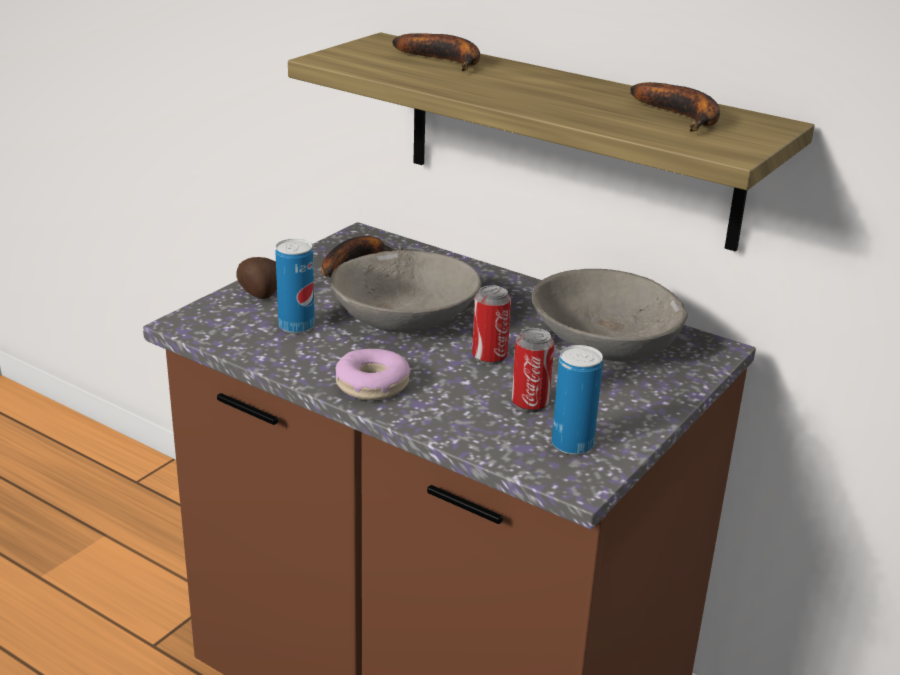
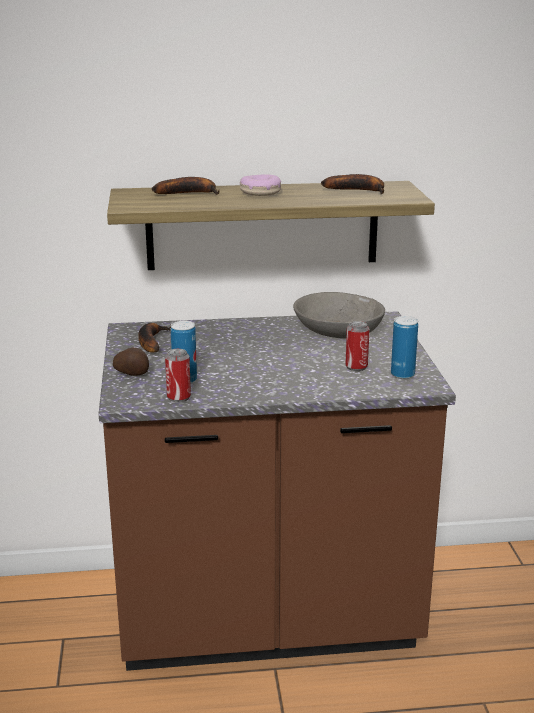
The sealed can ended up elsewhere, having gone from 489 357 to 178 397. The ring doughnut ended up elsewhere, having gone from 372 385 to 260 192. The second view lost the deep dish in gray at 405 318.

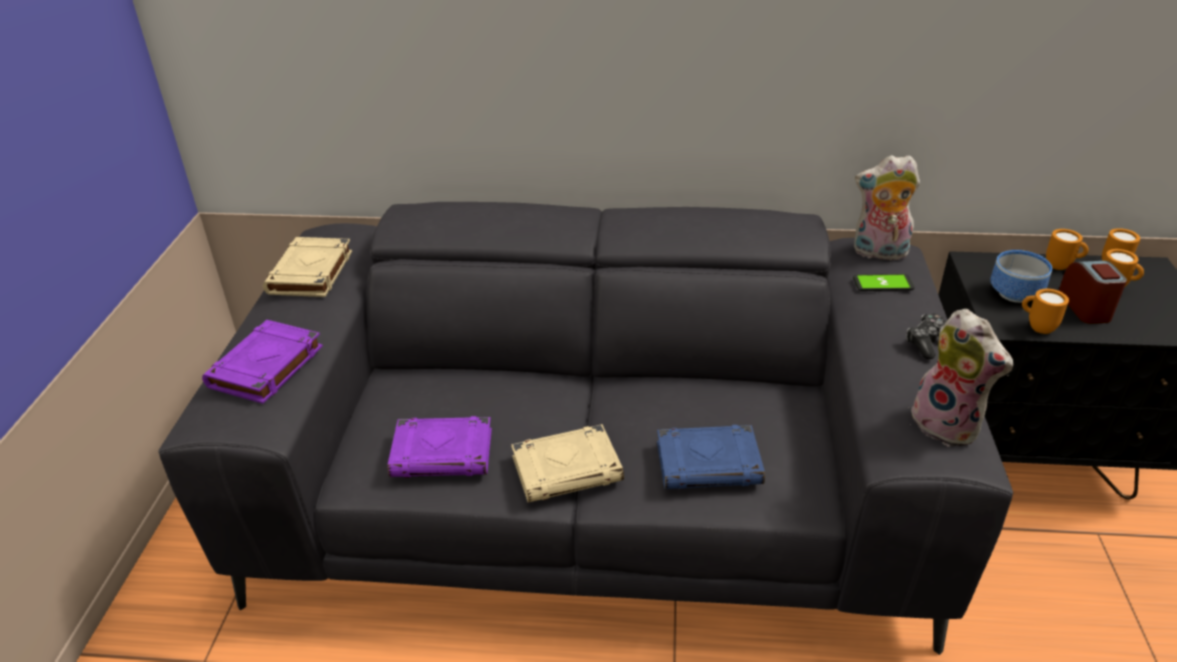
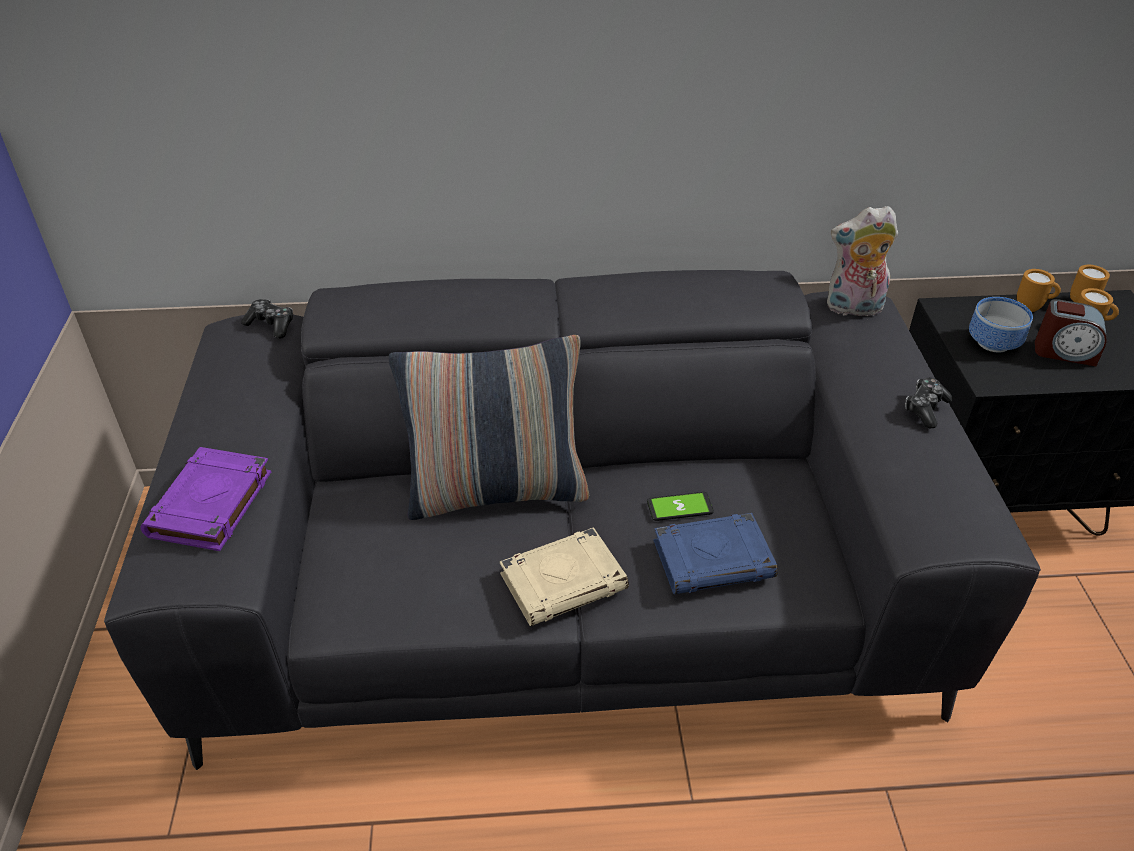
The second view gained the game controller at 271 325. The second view gained the pillow at 497 491. The telephone ended up elsewhere, having gone from 883 284 to 679 507. The alarm clock at 1085 307 ended up facing another way, 120 degrees clockwise from before. The second view lost the book in sand-coloured at 310 273. The second view lost the book in purplish at 443 453. The second view lost the cuddly toy at 949 425. The second view lost the tea mug in orangey at 1036 327.

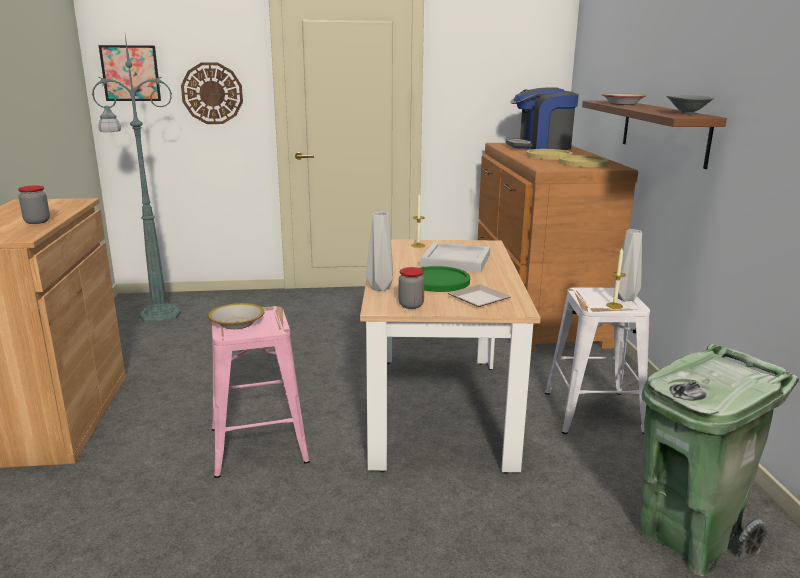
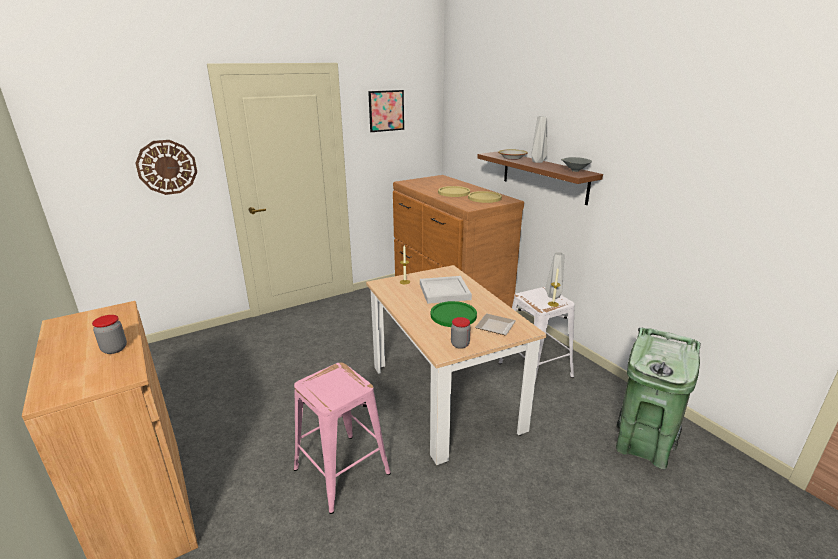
The wall picture ended up elsewhere, having gone from 130 73 to 386 111. The flower vase in gray ended up elsewhere, having gone from 381 288 to 538 161. The second view lost the standard lamp in greenish at 157 315. The second view lost the deep dish at 237 323. The second view lost the coffee brewer at 540 147.

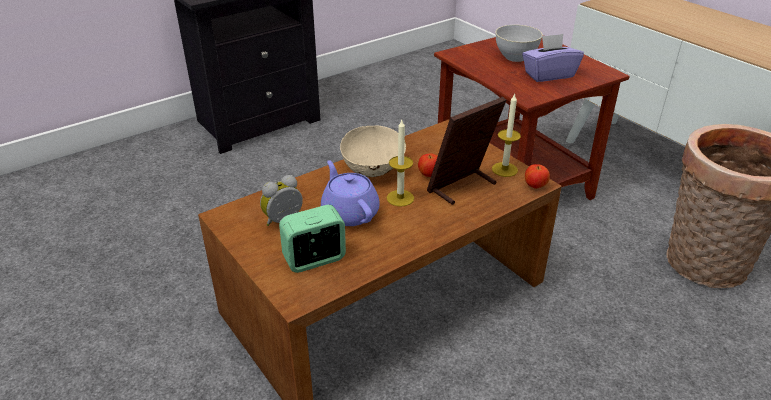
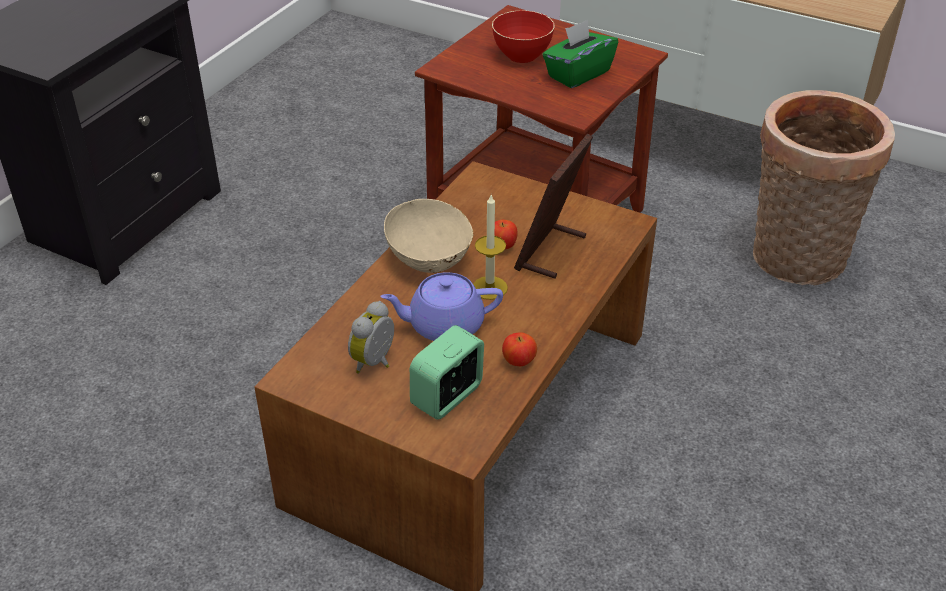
The pot for tea in purplish at 349 213 ended up facing another way, 45 degrees counterclockwise from before. What was the deep dish in gray at 515 57 turned into the deep dish in red-coloured at 522 56. The whole apple ended up elsewhere, having gone from 535 186 to 519 362. What was the tissue box in purplish at 548 75 turned into the tissue box in greenish at 578 74. The second view lost the wax light at 504 169.

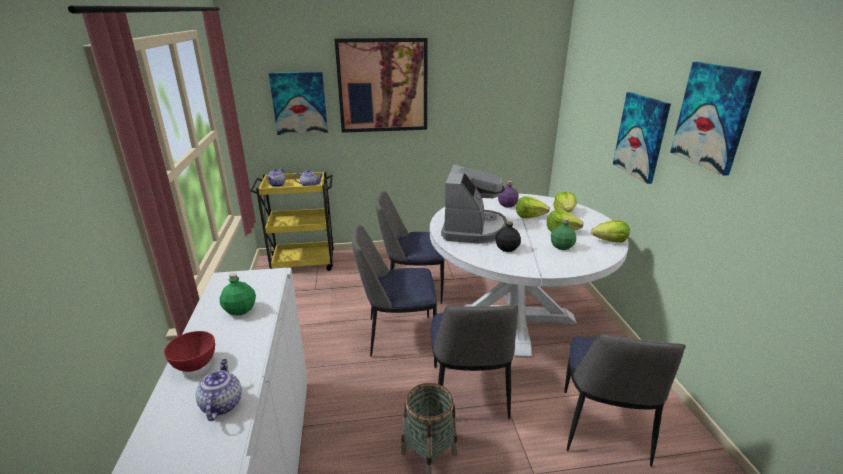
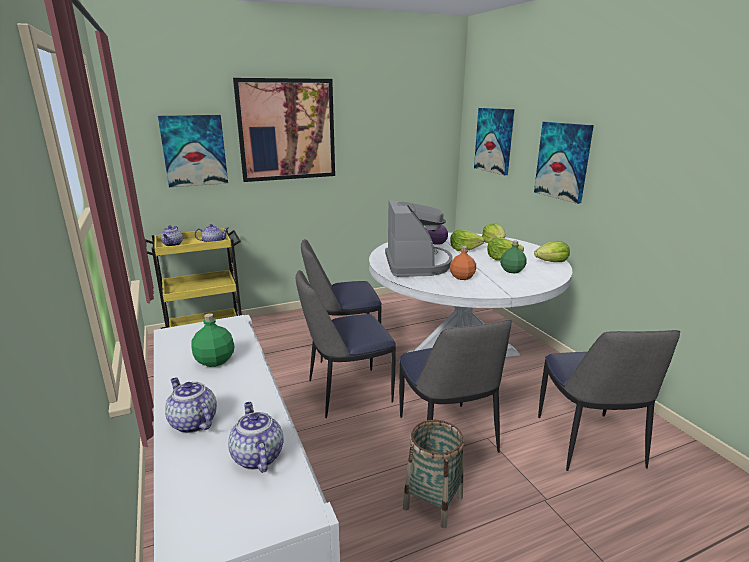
Where the deep dish in red-coloured stood at 194 364, the pot for tea came to stand at 192 422. What was the beverage bottle in black-coloured at 507 248 turned into the beverage bottle in orangey at 462 277. The wall picture ended up elsewhere, having gone from 713 116 to 494 140.

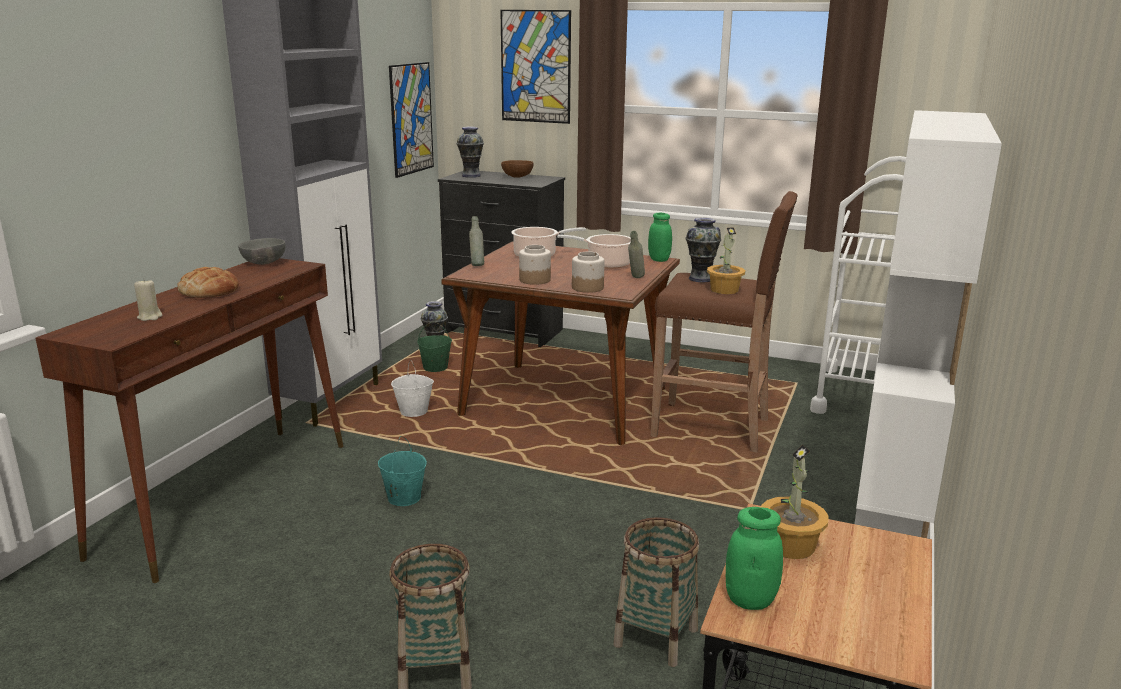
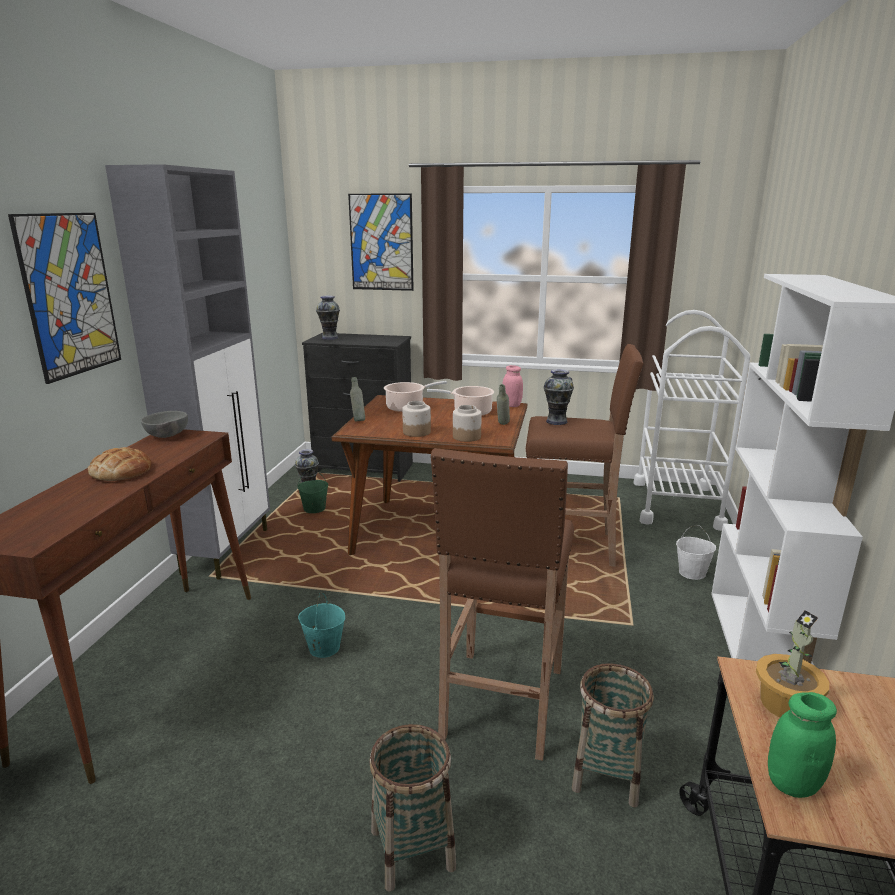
The wall picture ended up elsewhere, having gone from 411 119 to 69 295. The second view gained the stool seat in brownish at 501 704. What was the preserve jar in greenish at 659 260 turned into the preserve jar in pink-coloured at 511 405. The bucket in white-coloured ended up elsewhere, having gone from 414 412 to 692 573. The second view lost the wax light in sand-coloured at 150 317. The second view lost the deep dish in brownish at 516 177. The second view lost the potted plant at 724 290.

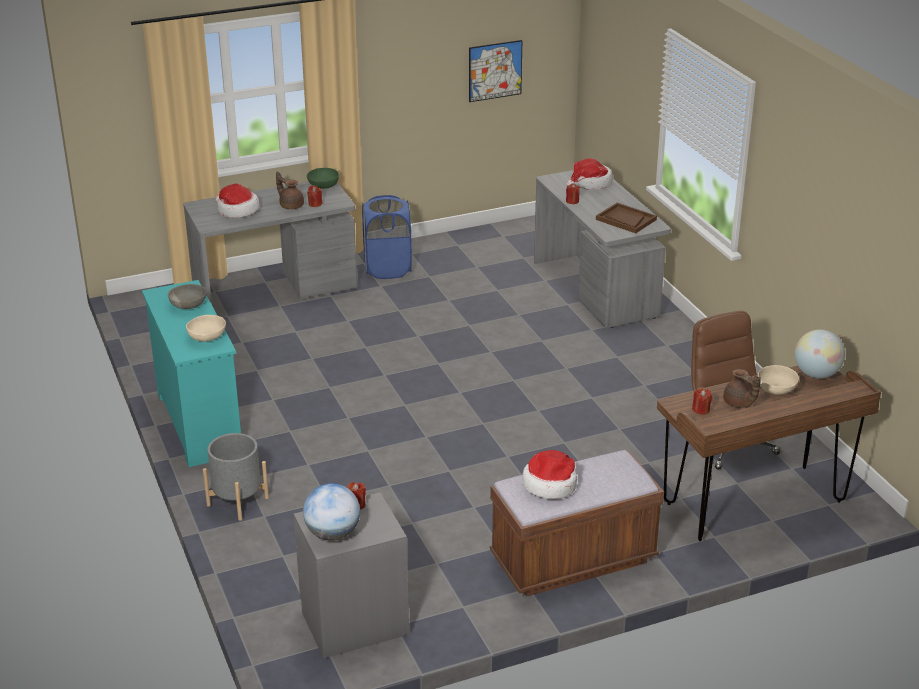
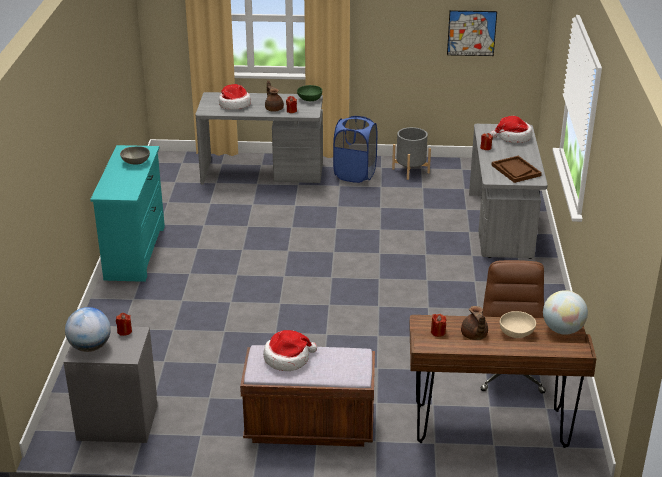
The planter in gray ended up elsewhere, having gone from 238 501 to 410 171. The second view lost the deep dish in sand-coloured at 207 337.

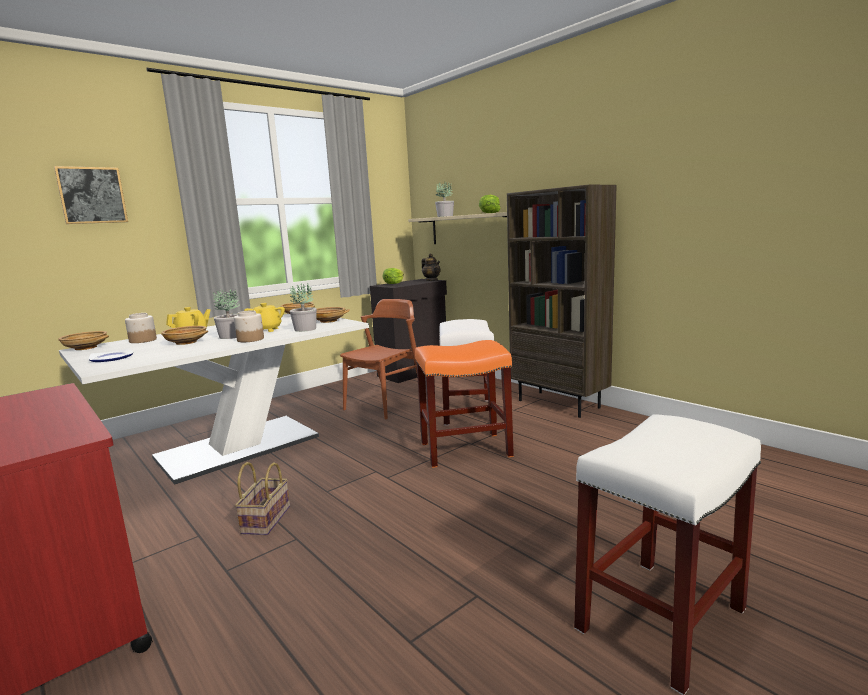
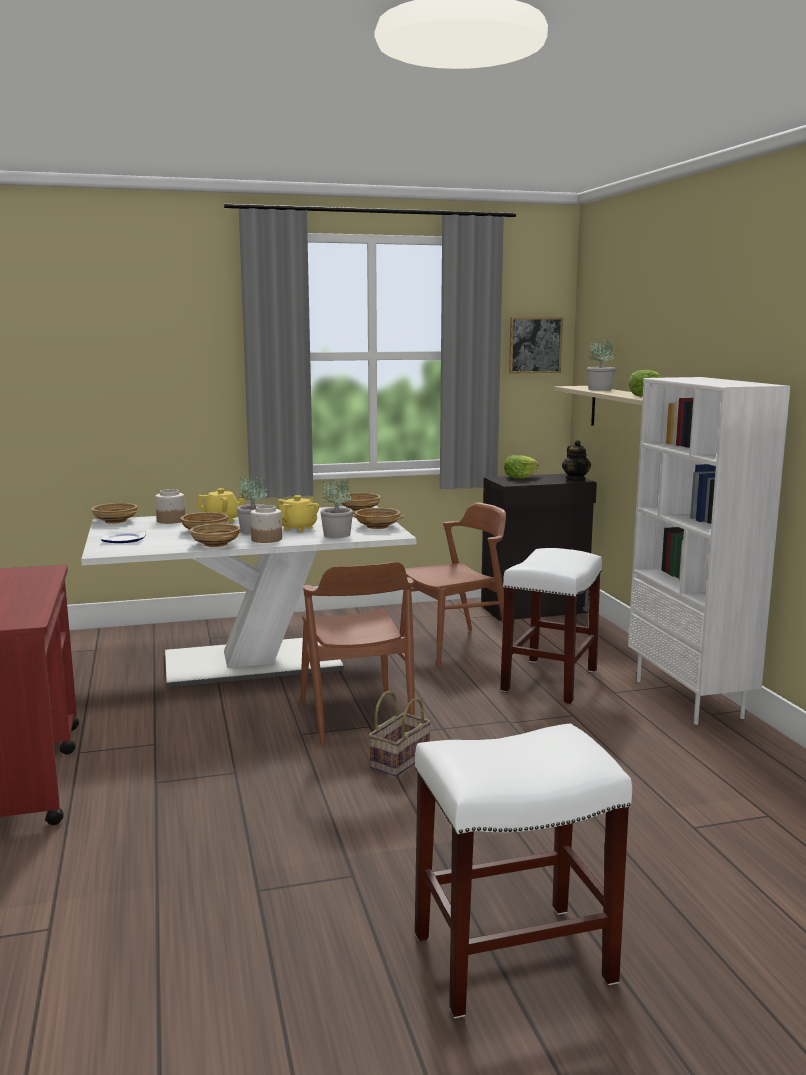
The second view gained the deep dish in sand-coloured at 215 544. The second view gained the plain chair in brownish at 355 717. The household basket ended up elsewhere, having gone from 265 519 to 400 760. The wall picture ended up elsewhere, having gone from 92 195 to 535 345. What was the shelving unit in brownish at 559 404 turned into the shelving unit in white-coloured at 690 699. The second view lost the stool seat in orangey at 466 449.

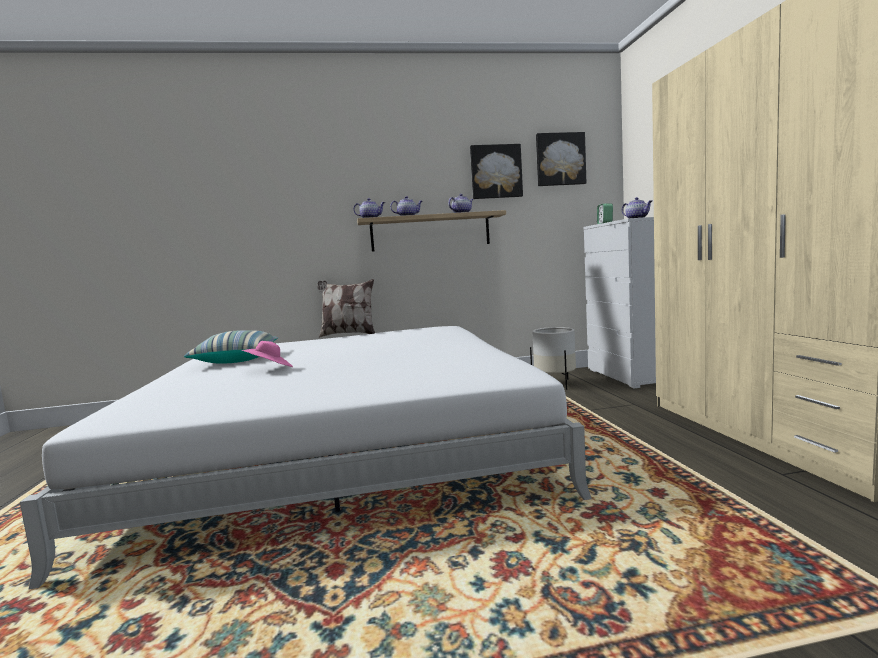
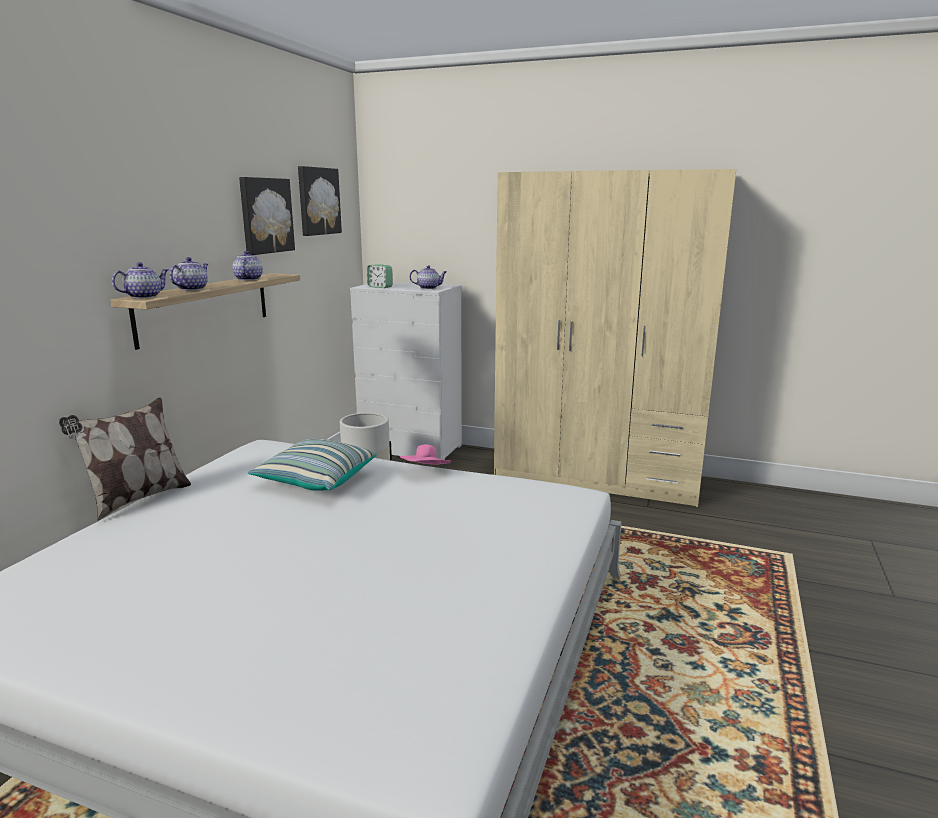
The pillow ended up elsewhere, having gone from 237 360 to 316 480. The wearable hat in pink-coloured ended up elsewhere, having gone from 269 369 to 426 473.

